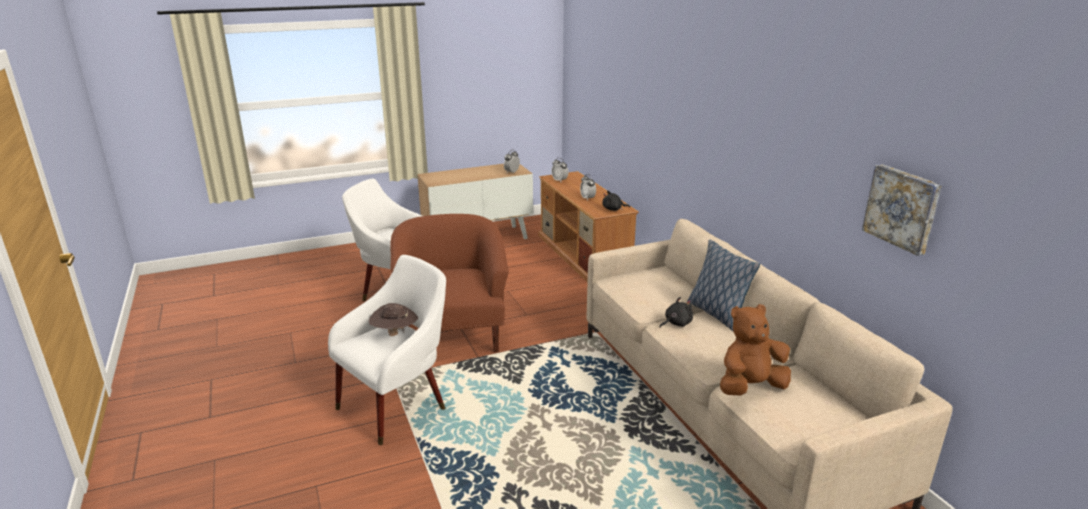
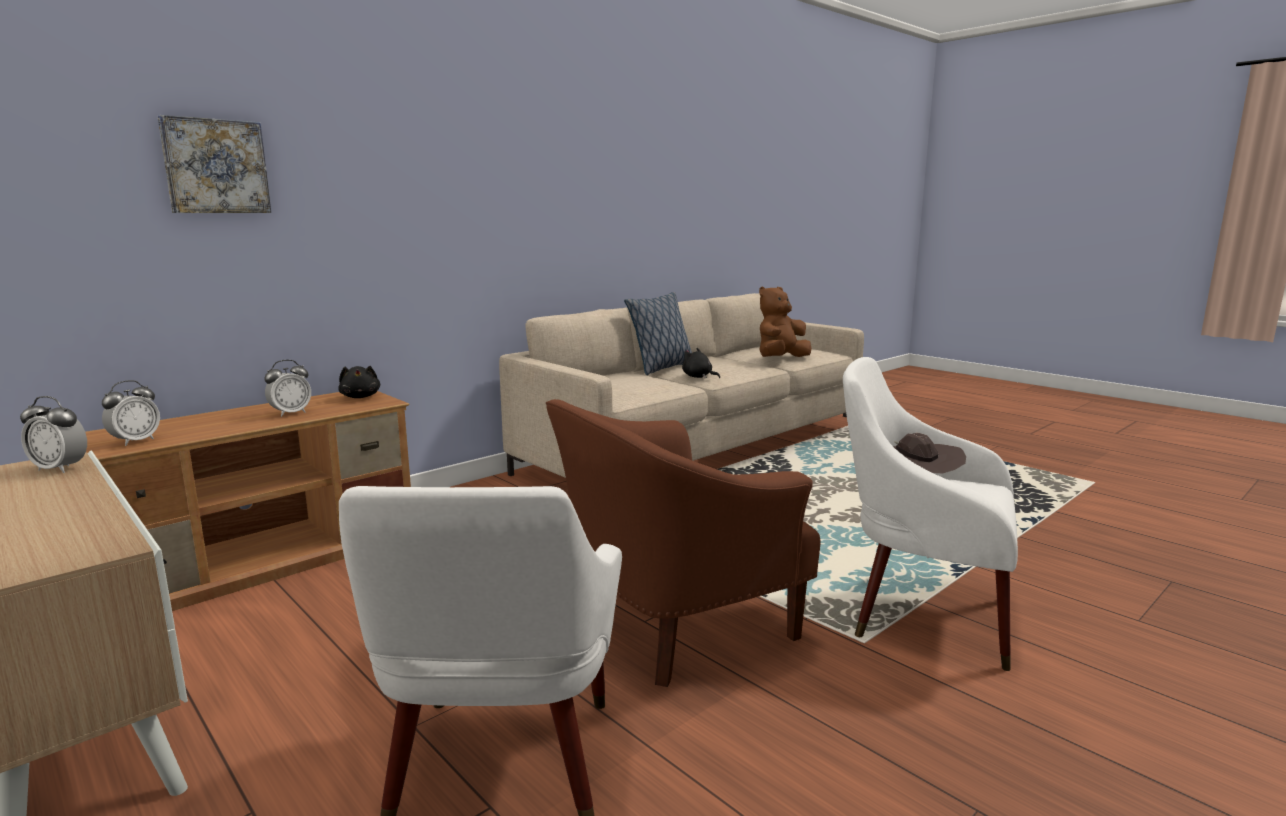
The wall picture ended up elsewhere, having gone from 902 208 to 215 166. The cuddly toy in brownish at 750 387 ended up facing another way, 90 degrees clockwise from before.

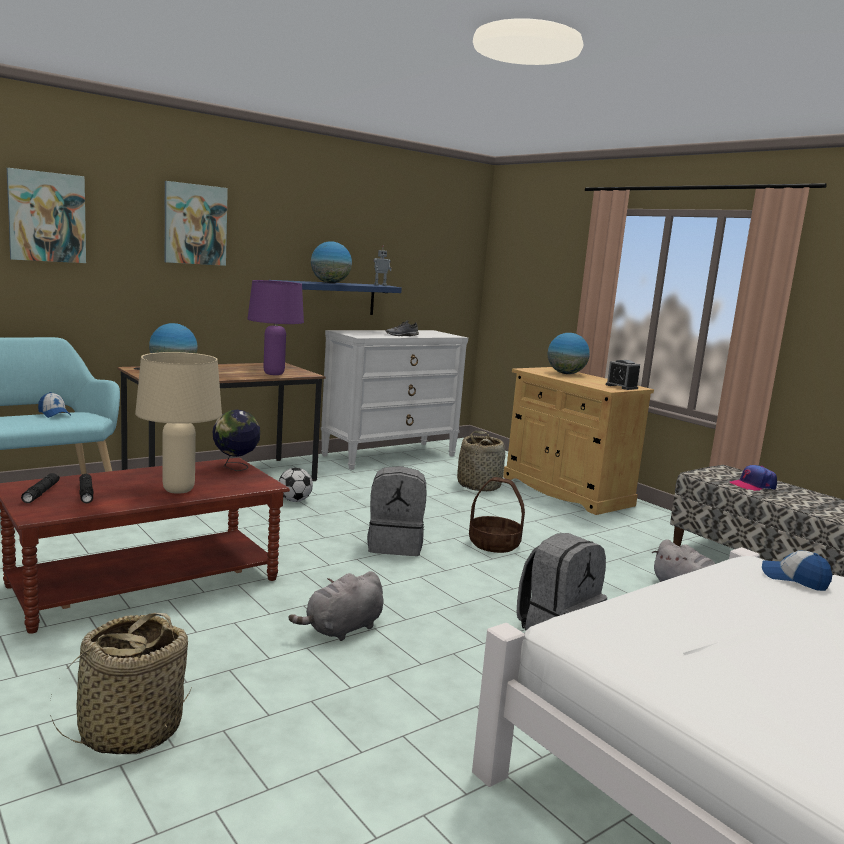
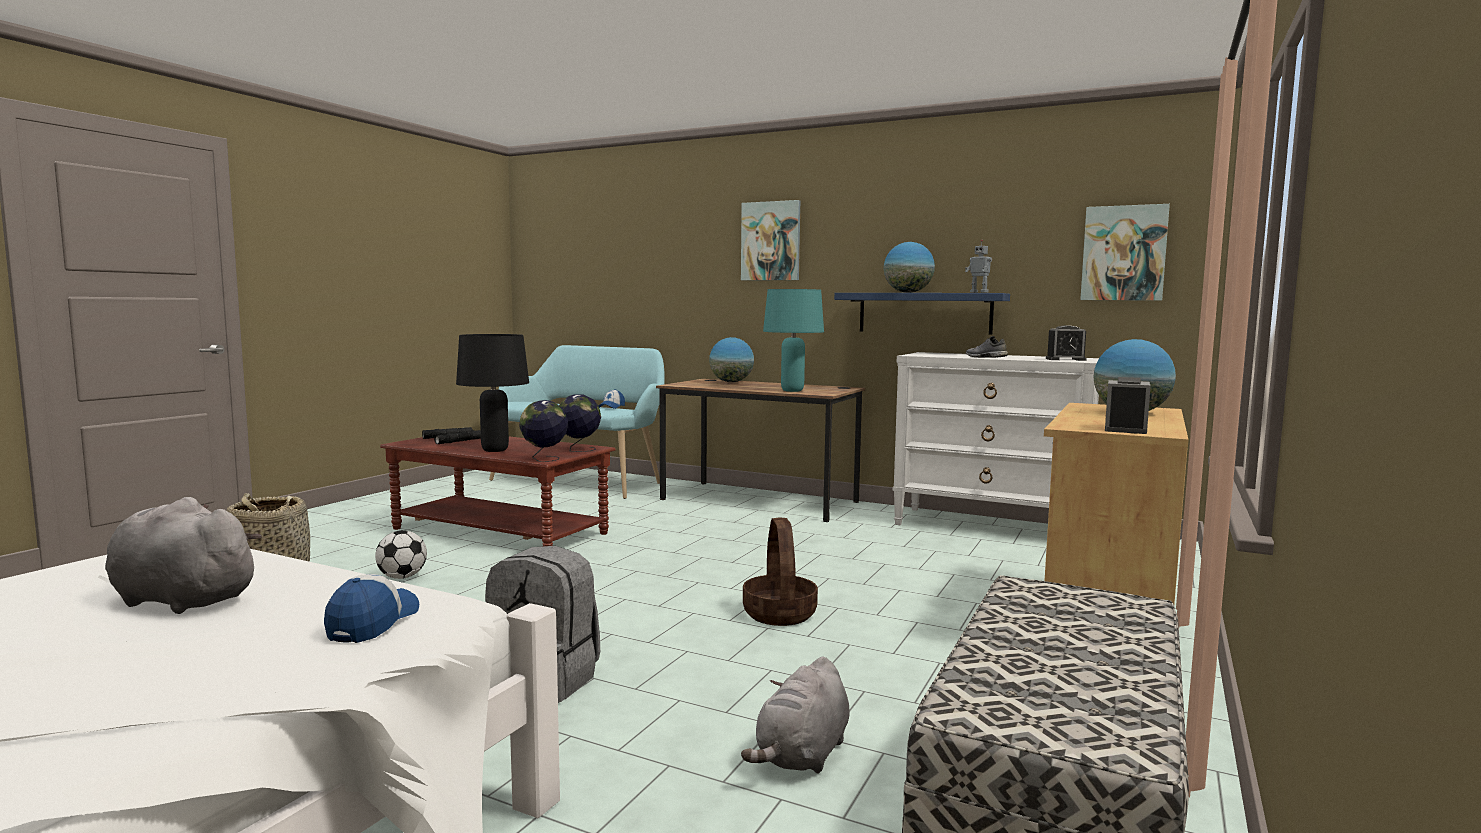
The cuddly toy in gray ended up elsewhere, having gone from 342 629 to 180 600. The football ball ended up elsewhere, having gone from 294 501 to 402 577. What was the lamp for a table in sand-coloured at 179 490 turned into the lamp for a table in black-coloured at 495 450. The second view gained the globe at 544 459. What was the lamp for a table in purplish at 273 374 turned into the lamp for a table in turquoise-coloured at 791 390. The second view gained the alarm clock at 1065 359. The wall picture ended up elsewhere, having gone from 47 217 to 1124 253. The second view lost the knapsack in gray at 395 545. The second view lost the household basket at 479 486. The second view lost the cap at 753 485.

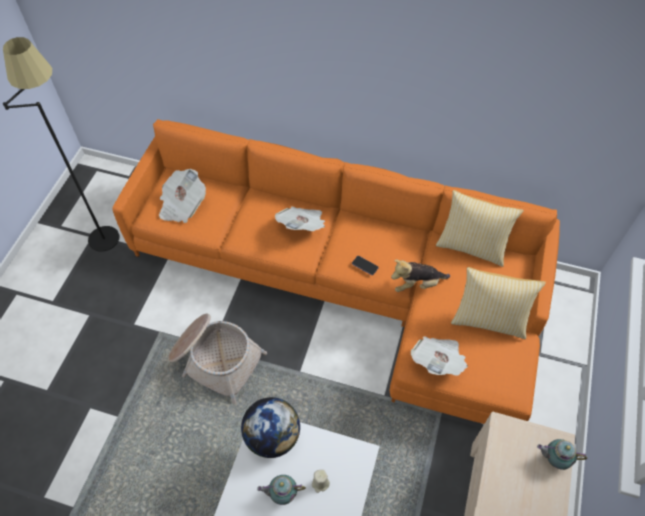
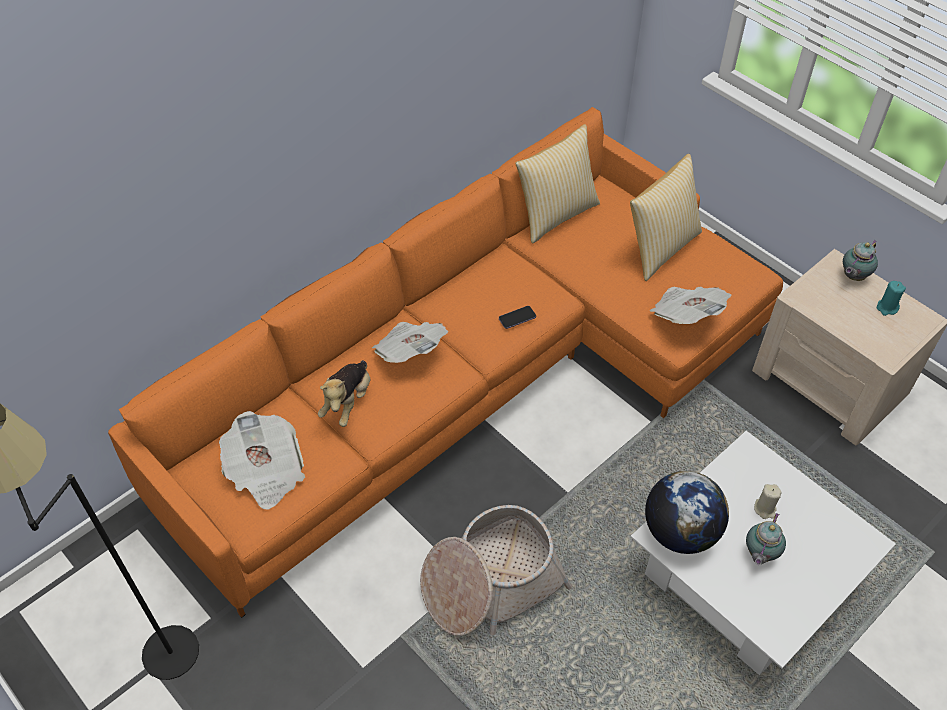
The cuddly toy ended up elsewhere, having gone from 416 284 to 348 402. The second view gained the wax light in turquoise-coloured at 887 308.

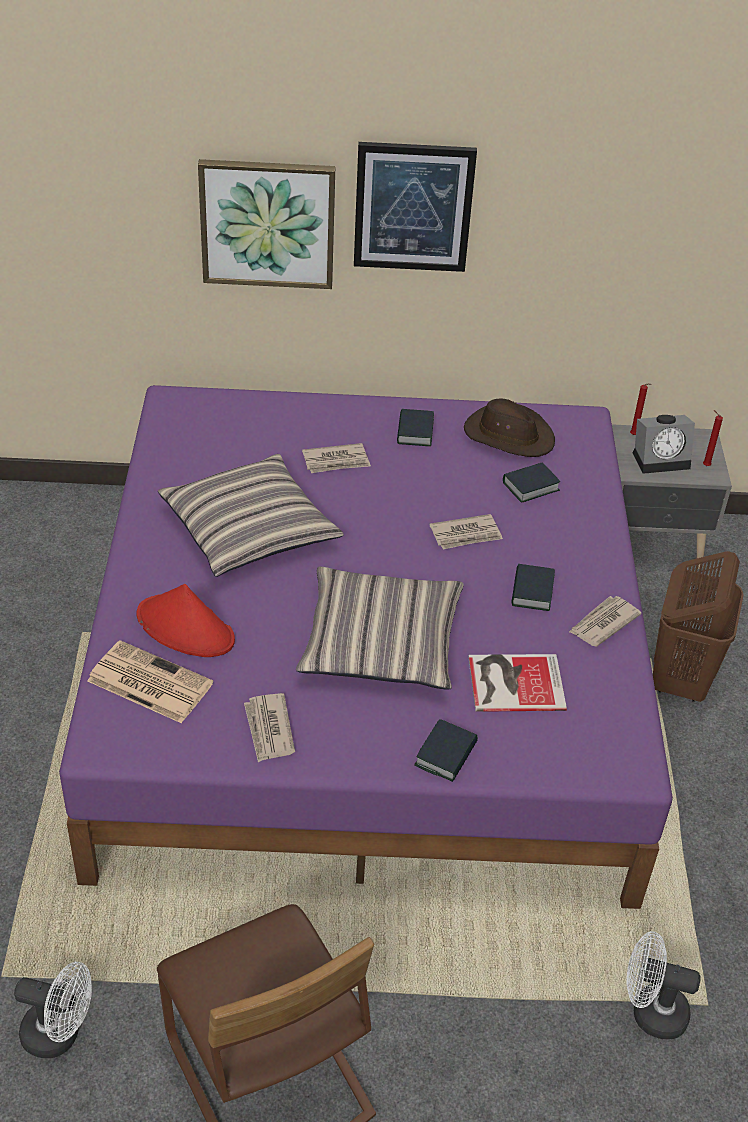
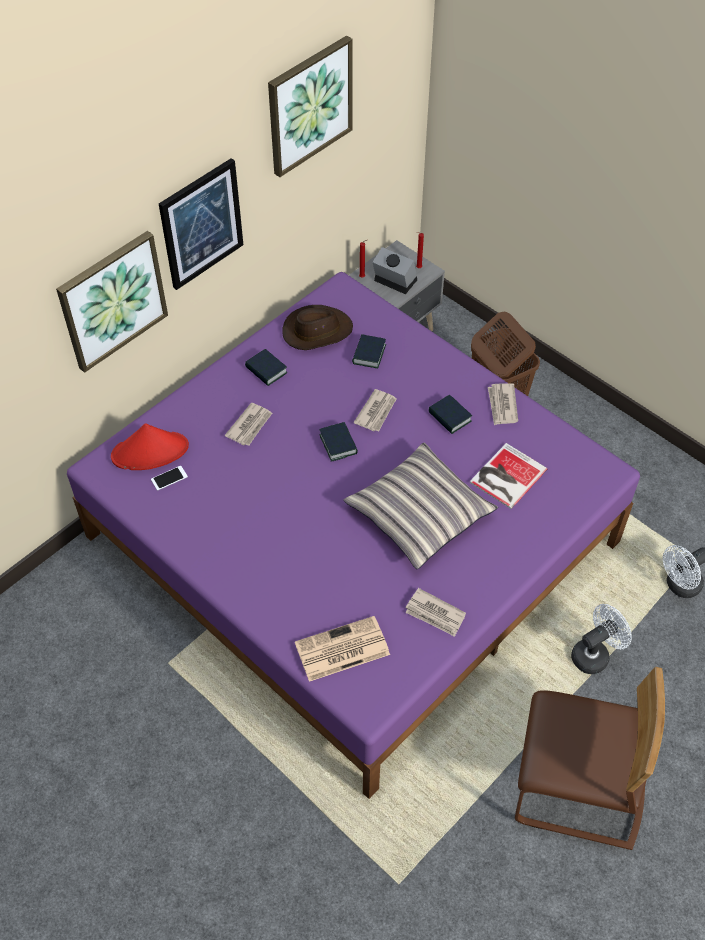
The wearable hat in red-coloured ended up elsewhere, having gone from 186 628 to 150 451. The second view gained the telephone at 169 478. The second view gained the wall picture at 309 105. The book ended up elsewhere, having gone from 446 755 to 338 444. The alarm clock at 661 458 ended up facing another way, 90 degrees counterclockwise from before. The electric fan in white-coloured ended up elsewhere, having gone from 60 1034 to 594 654. The second view lost the pillow at 249 529.

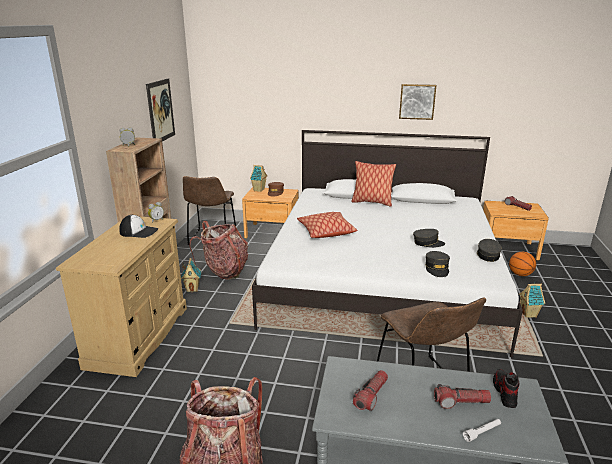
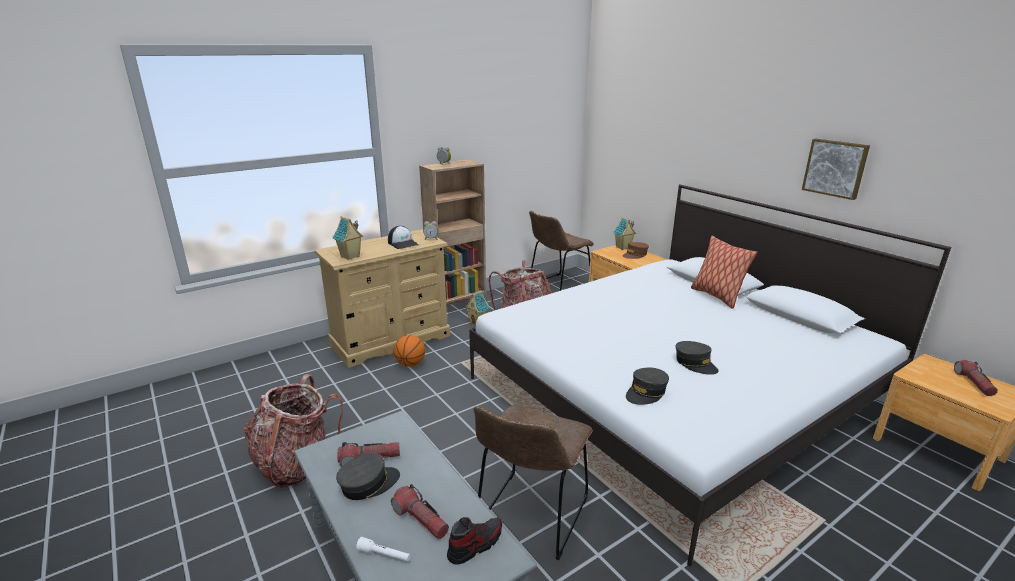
The toy house ended up elsewhere, having gone from 528 314 to 350 257. The cap in gray ended up elsewhere, having gone from 487 255 to 369 484. The ball for basketball ended up elsewhere, having gone from 520 274 to 410 364. The second view lost the wall picture at 161 111. The second view lost the pillow at 326 231.

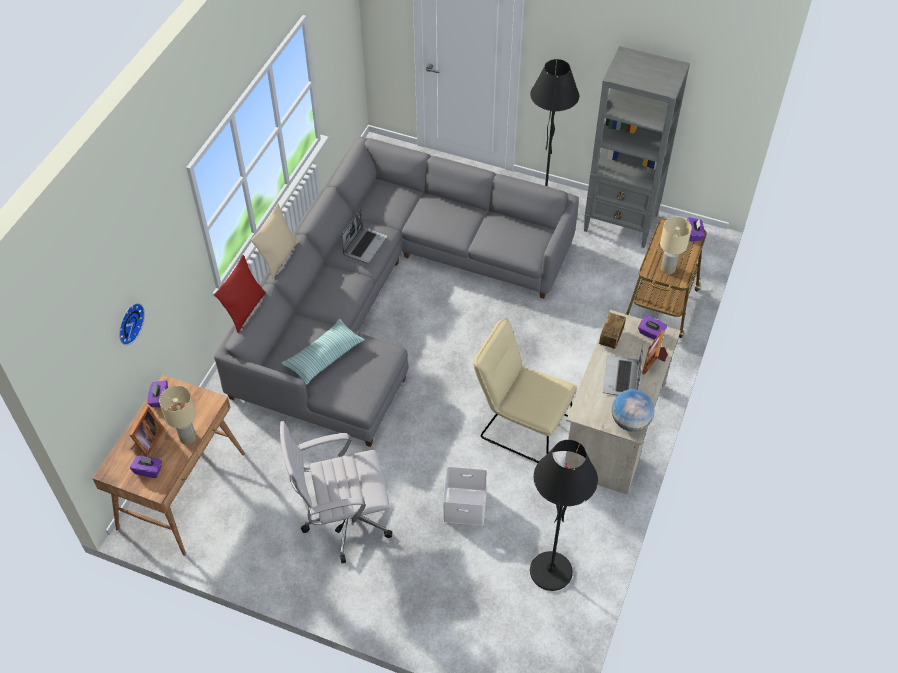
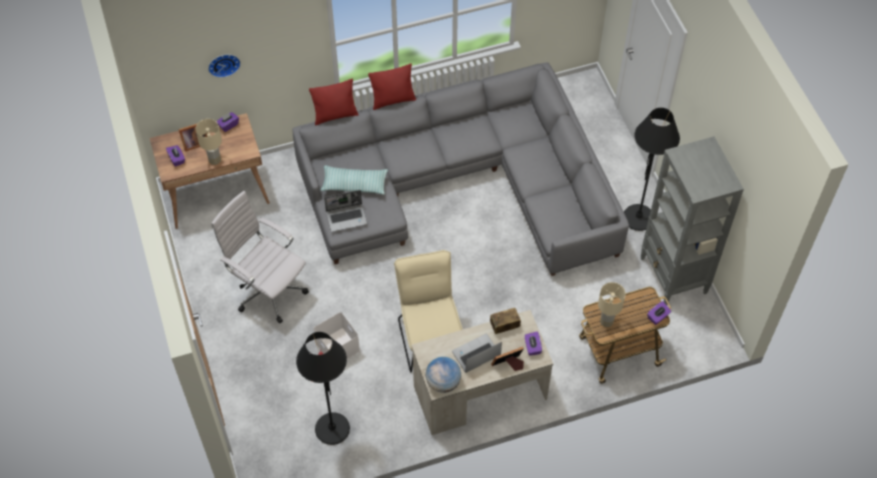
The notebook computer ended up elsewhere, having gone from 364 245 to 347 217. What was the pillow in sand-coloured at 279 257 turned into the pillow in red-coloured at 393 100.

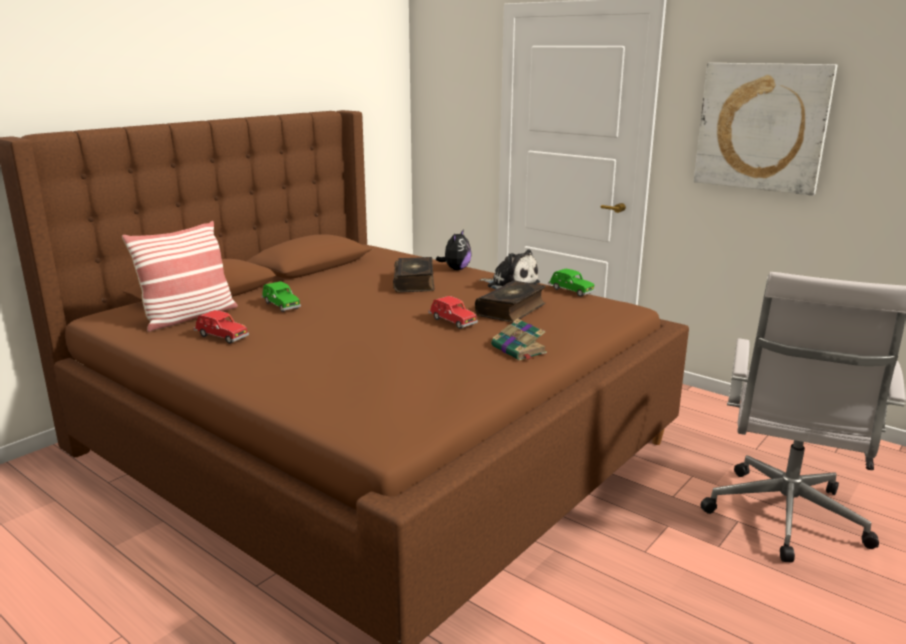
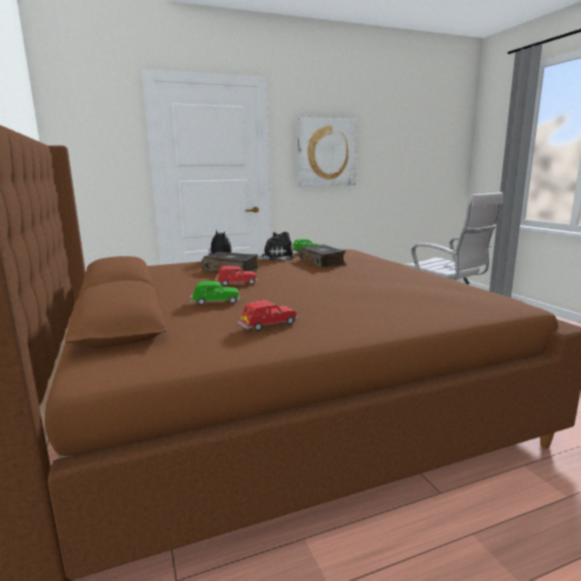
The miniature car in red-coloured ended up elsewhere, having gone from 452 322 to 236 284. The second view lost the pillow at 189 317. The second view lost the book at 519 350.

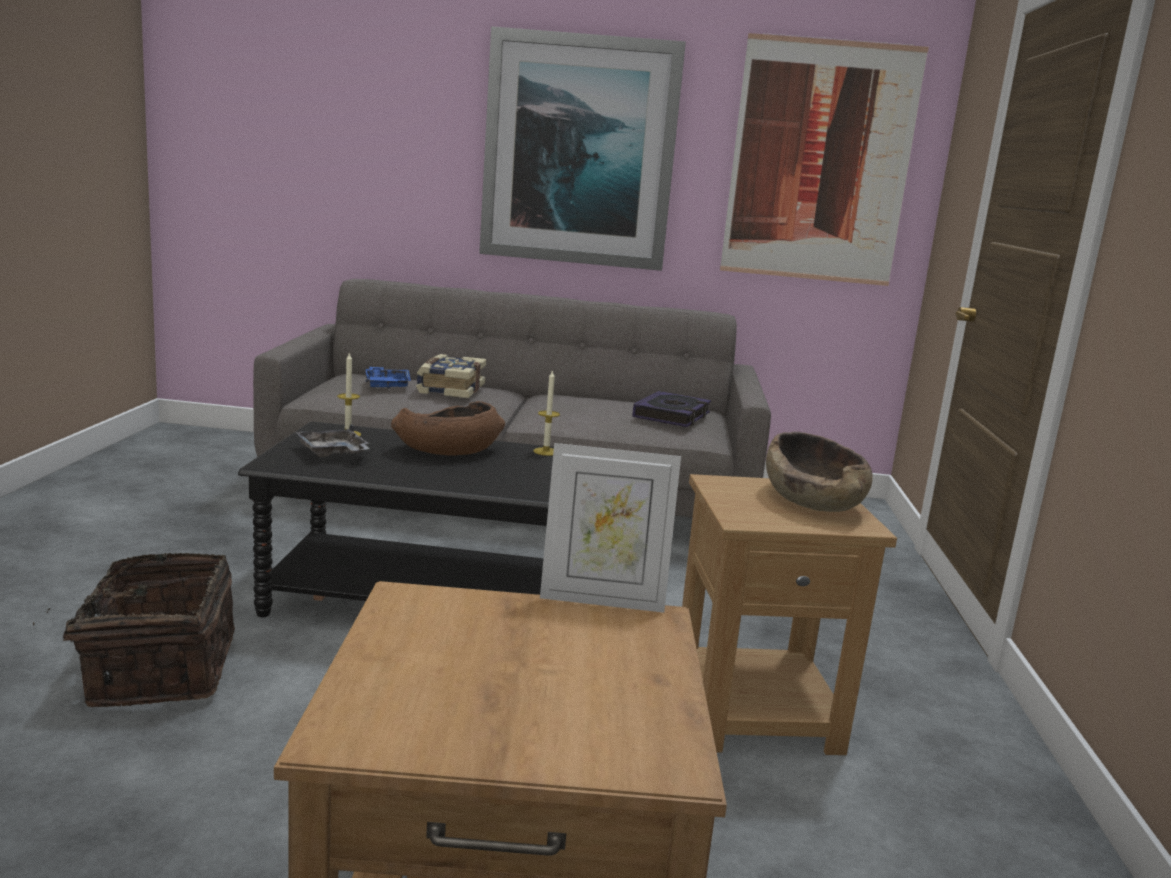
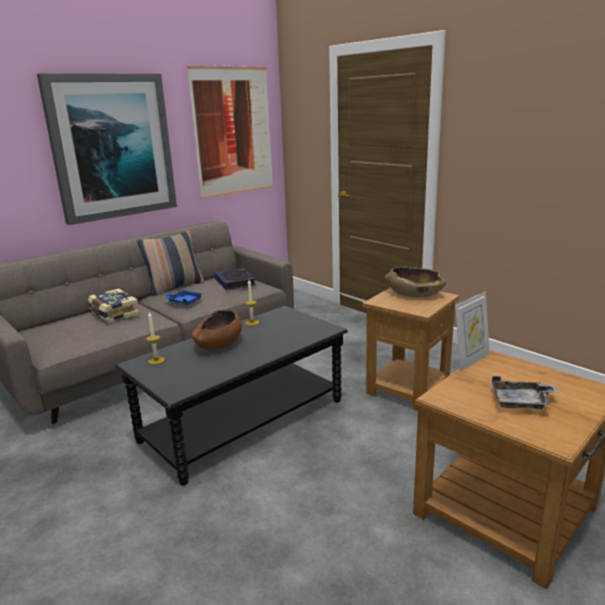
The second view gained the pillow at 175 287. The serving tray in blue-coloured ended up elsewhere, having gone from 387 385 to 184 301. The serving tray in gray ended up elsewhere, having gone from 333 453 to 521 402. The second view lost the household basket at 158 668.

